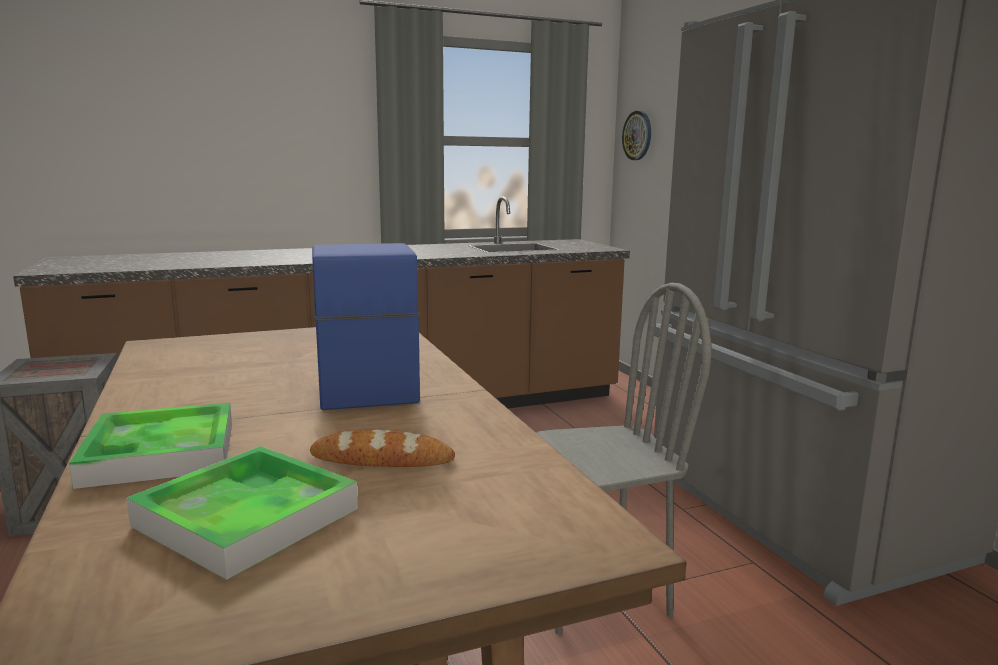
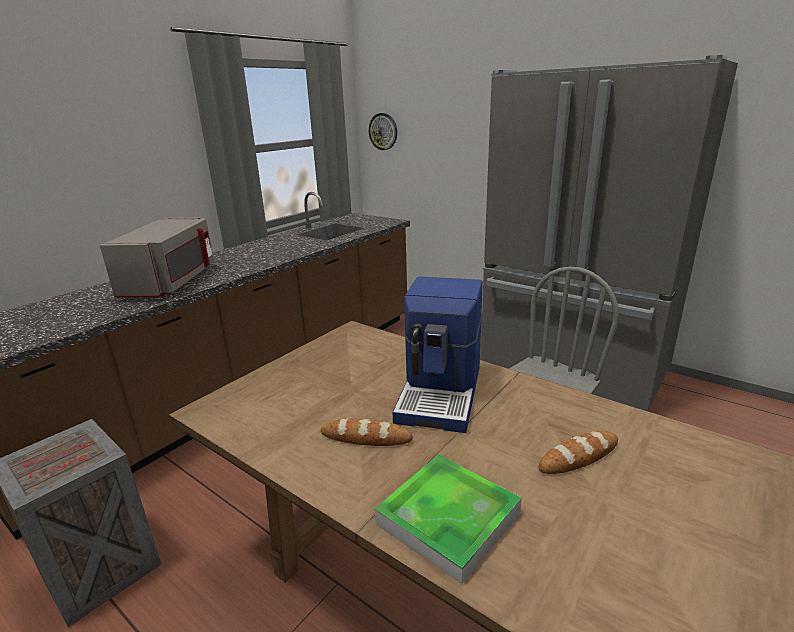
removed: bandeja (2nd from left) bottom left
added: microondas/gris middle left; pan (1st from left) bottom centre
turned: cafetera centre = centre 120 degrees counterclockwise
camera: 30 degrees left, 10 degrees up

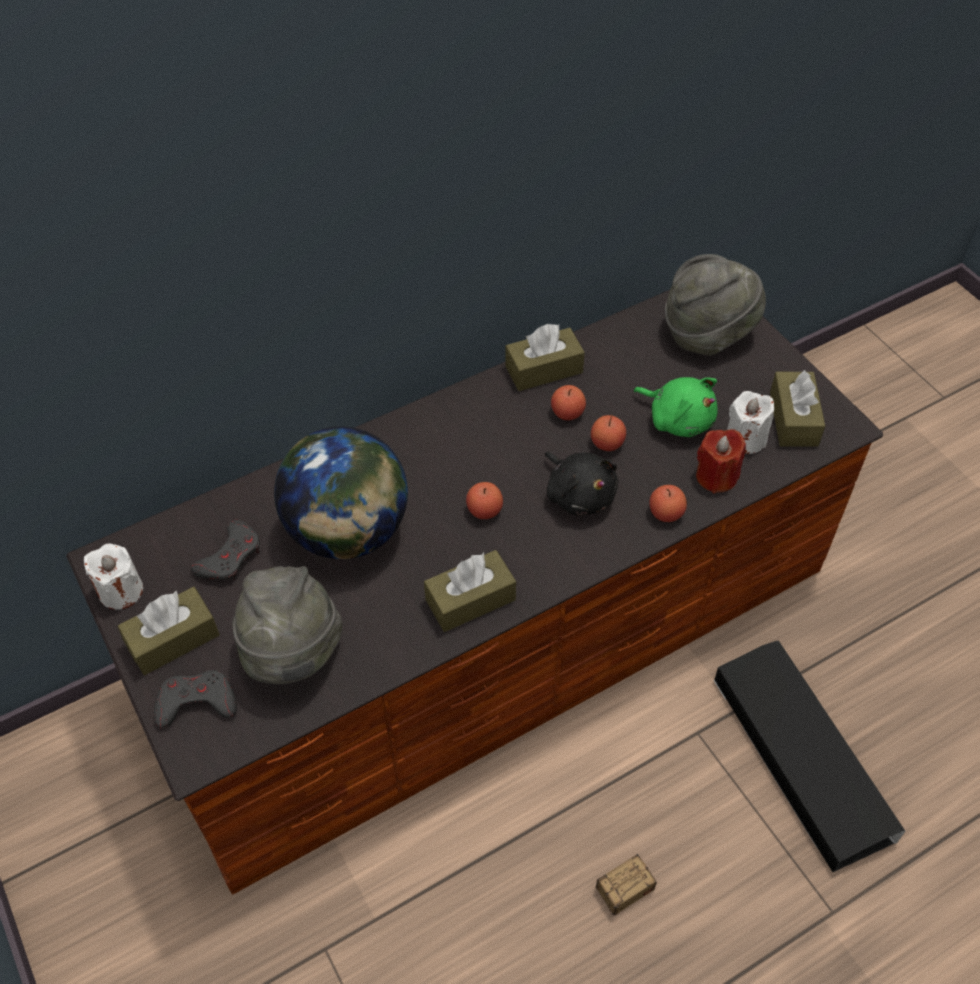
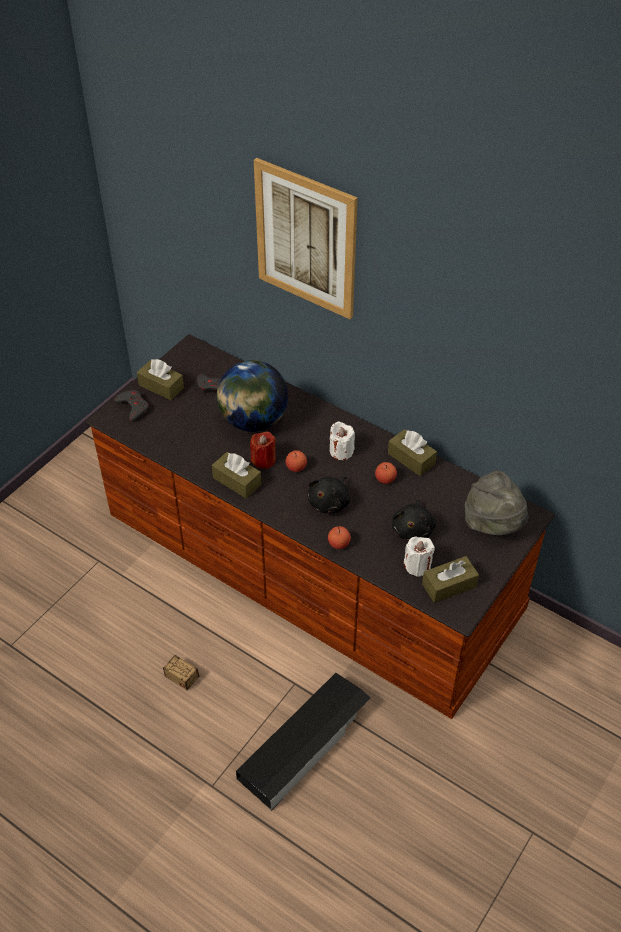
removed: sombrero/gris (1st from left) middle left; manzana (3rd from left) centre
added: cuadro top centre
moved: vela/blanco (1st from left) middle left to centre; vela/rojo middle right to centre
recoloured: peluche/verde middle right to peluche/negro (2nd from left) middle right
camera: 65 degrees right, 5 degrees down

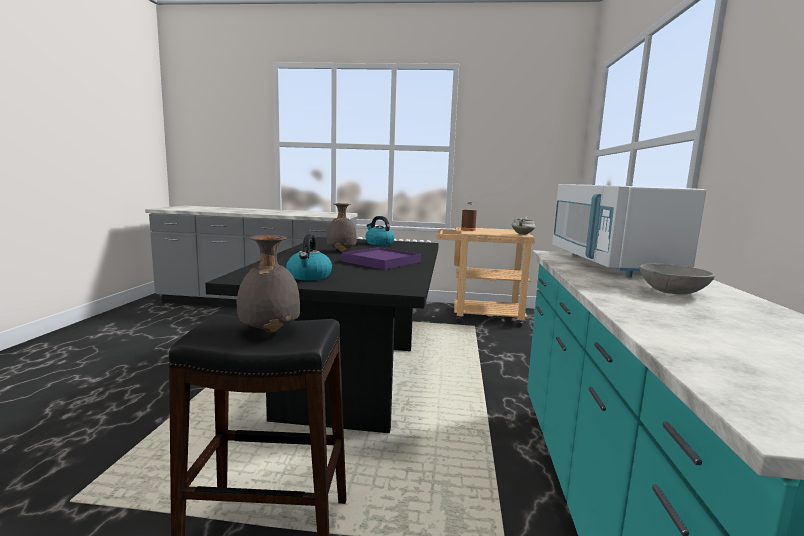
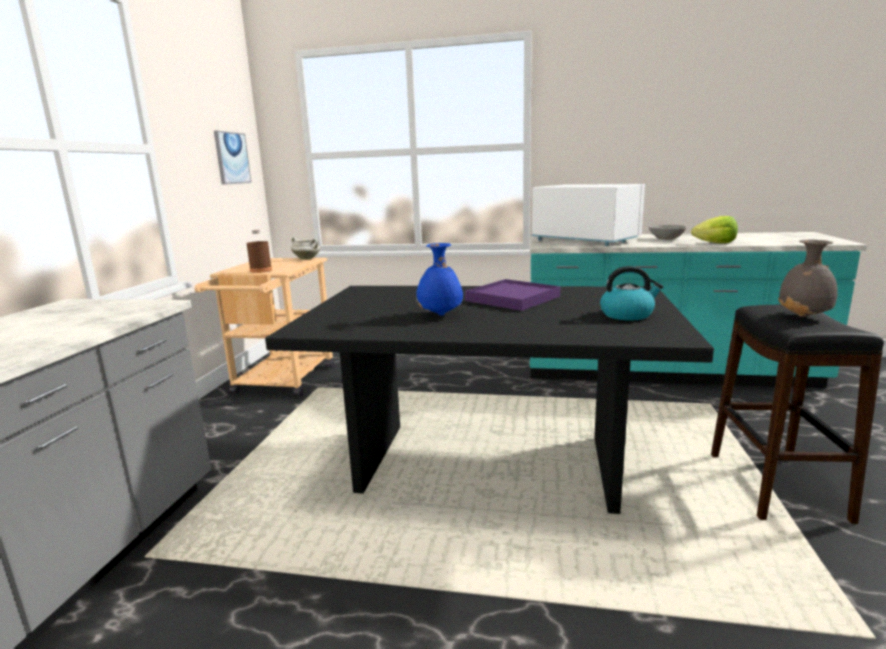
removed: hervidor (2nd from left) centre
added: cuadro top left; lechuga middle right
recoloured: florero/gris (2nd from left) centre to florero/azul centre
turned: microondas/blanco middle right = top centre 135 degrees counterclockwise
camera: 85 degrees left, 5 degrees up

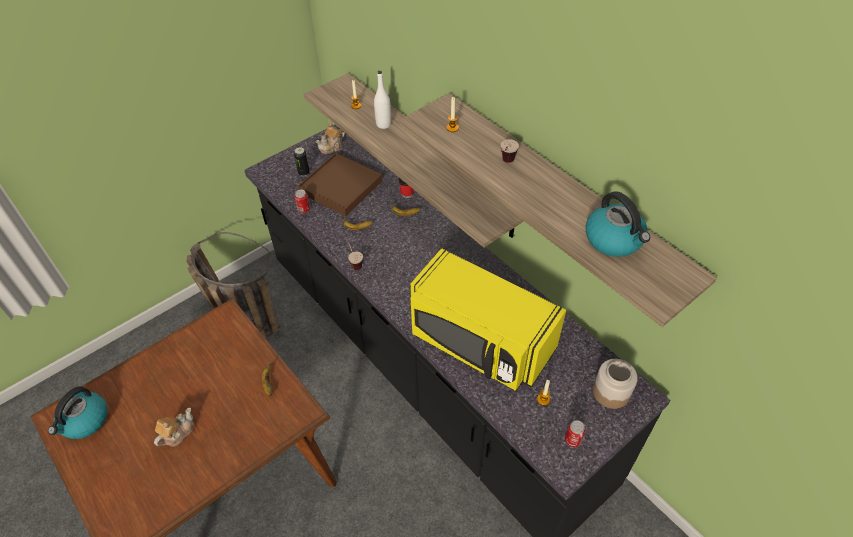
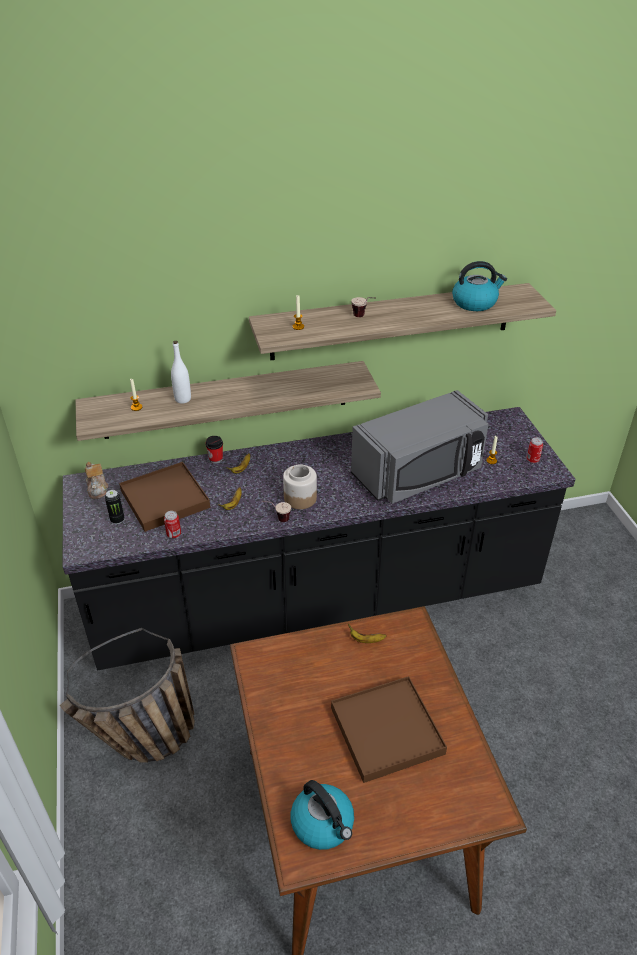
moved: tarro bottom right to centre
replaced: tetera (1st from left) bottom left to bandeja/marrón (2nd from left) bottom centre
recoloured: microondas/amarillo centre to microondas/gris centre
camera: 65 degrees left, 10 degrees down

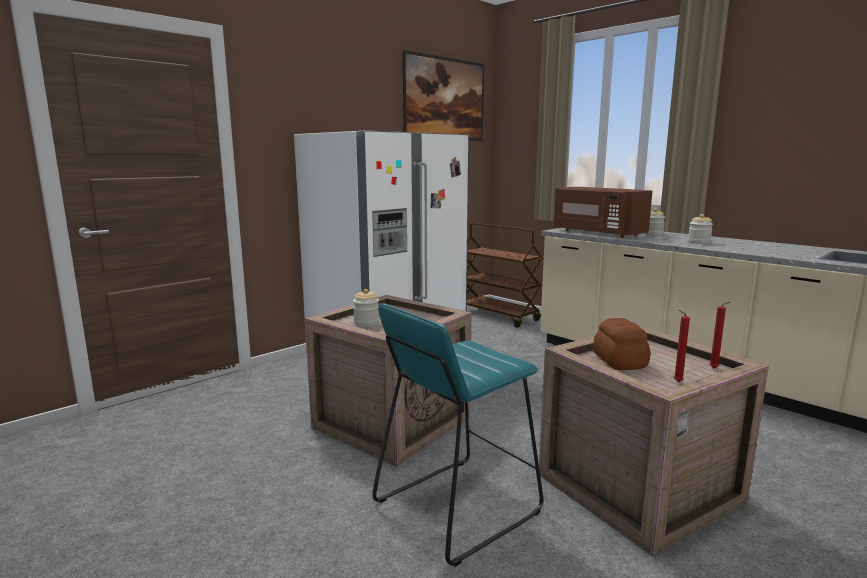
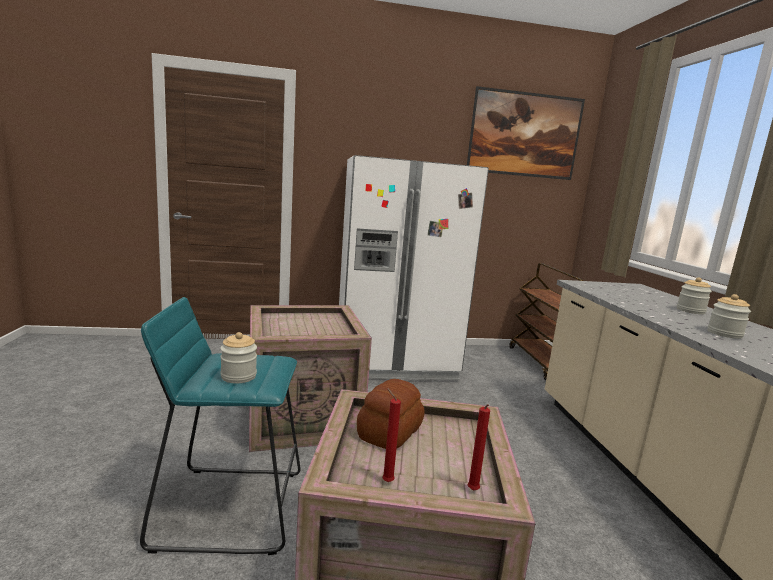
removed: microondas/marrón middle right
moved: tarro (1st from left) centre to middle left
camera: 35 degrees right, 0 degrees up

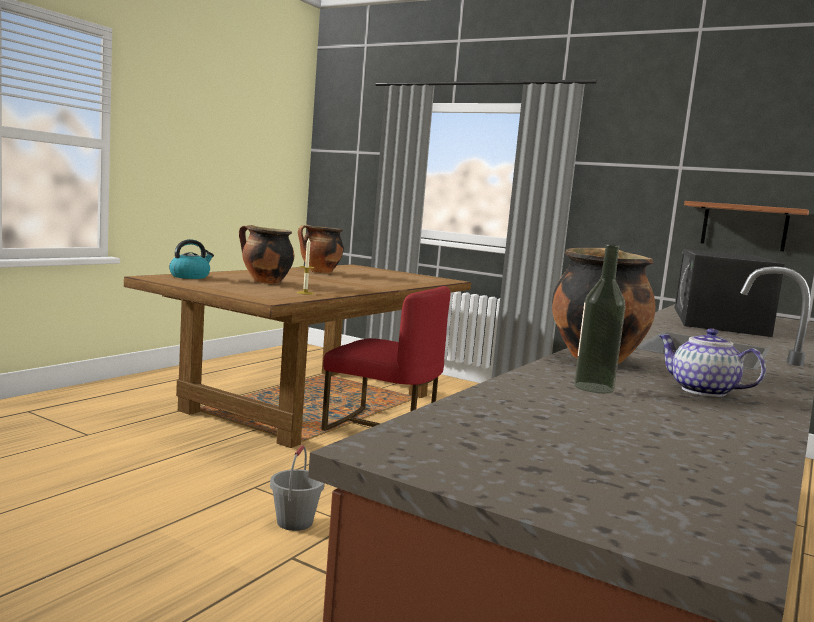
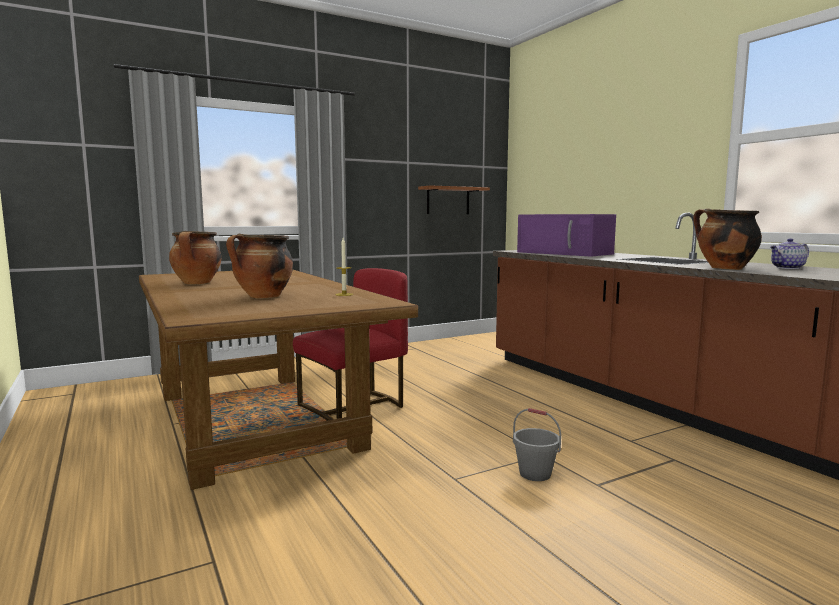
removed: hervidor middle left; botella middle right
recoloured: microondas/negro middle right to microondas/morado middle right
camera: 60 degrees left, 0 degrees up

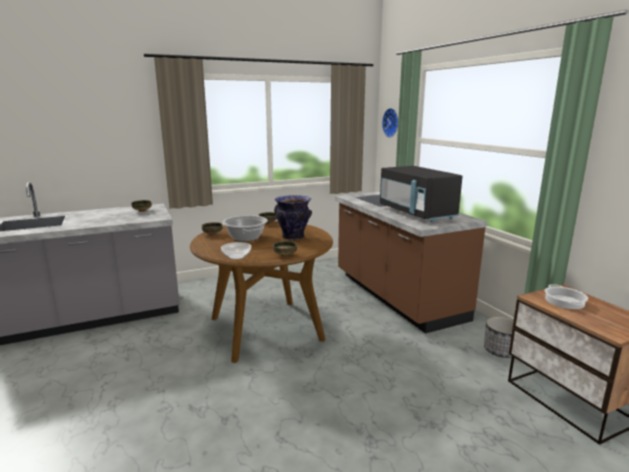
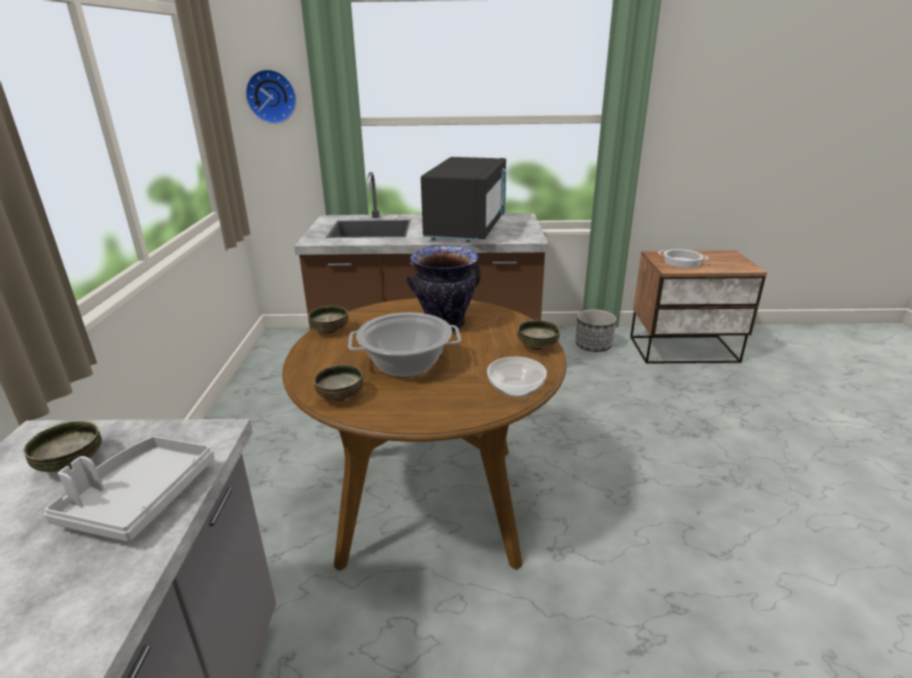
added: bandeja/gris bottom left
turned: microondas/negro middle right = top centre 75 degrees counterclockwise
camera: 65 degrees left, 10 degrees up

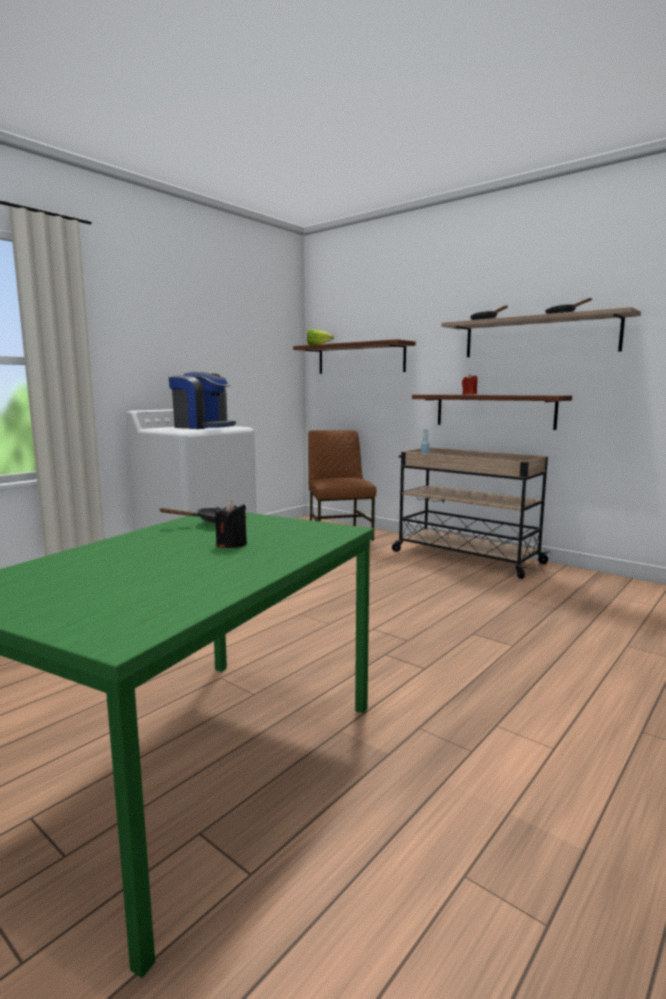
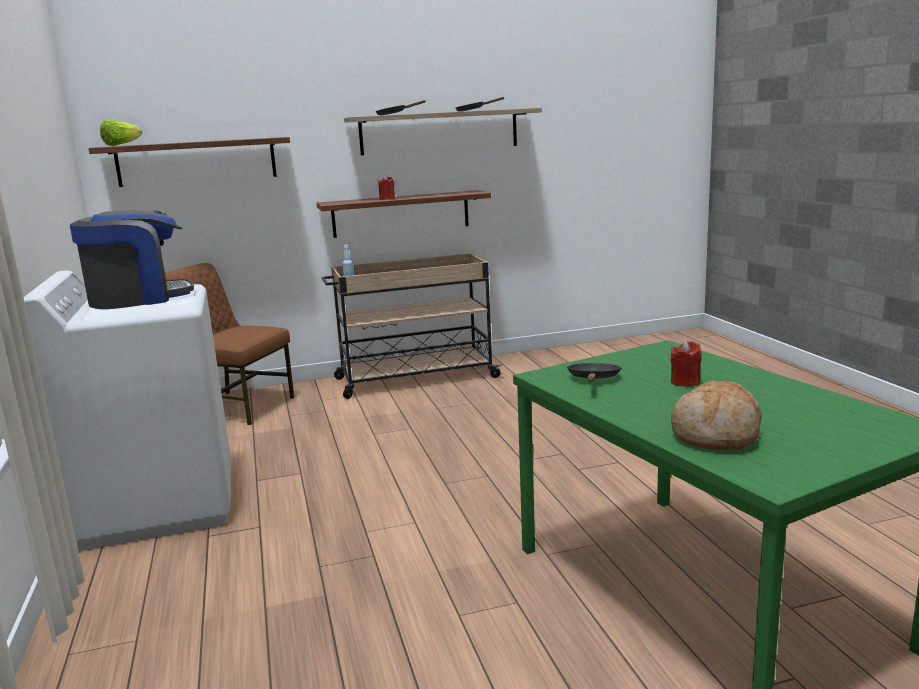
added: pan middle right
recoloured: vela/negro centre to vela/rojo (2nd from left) middle right
camera: 55 degrees left, 5 degrees up

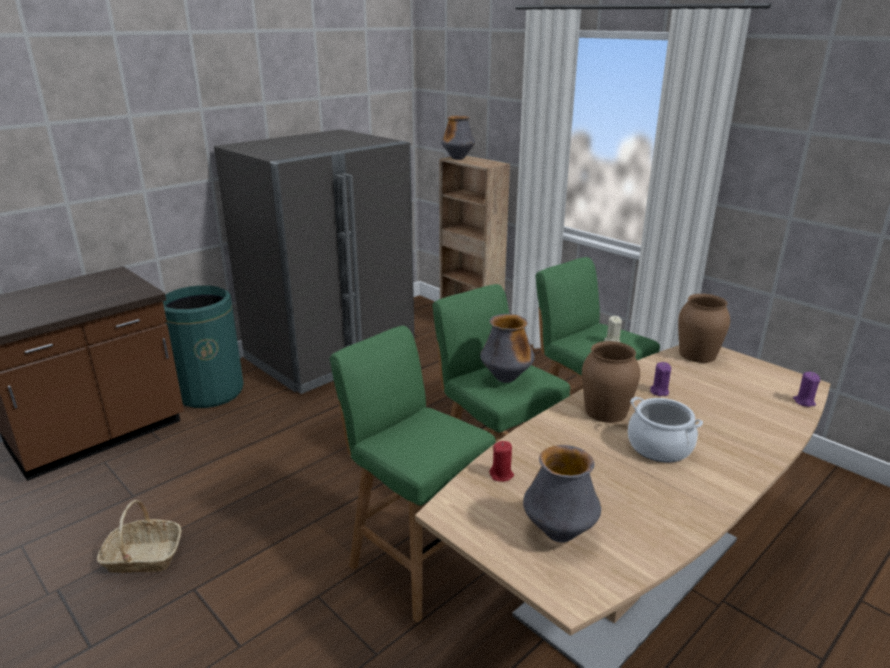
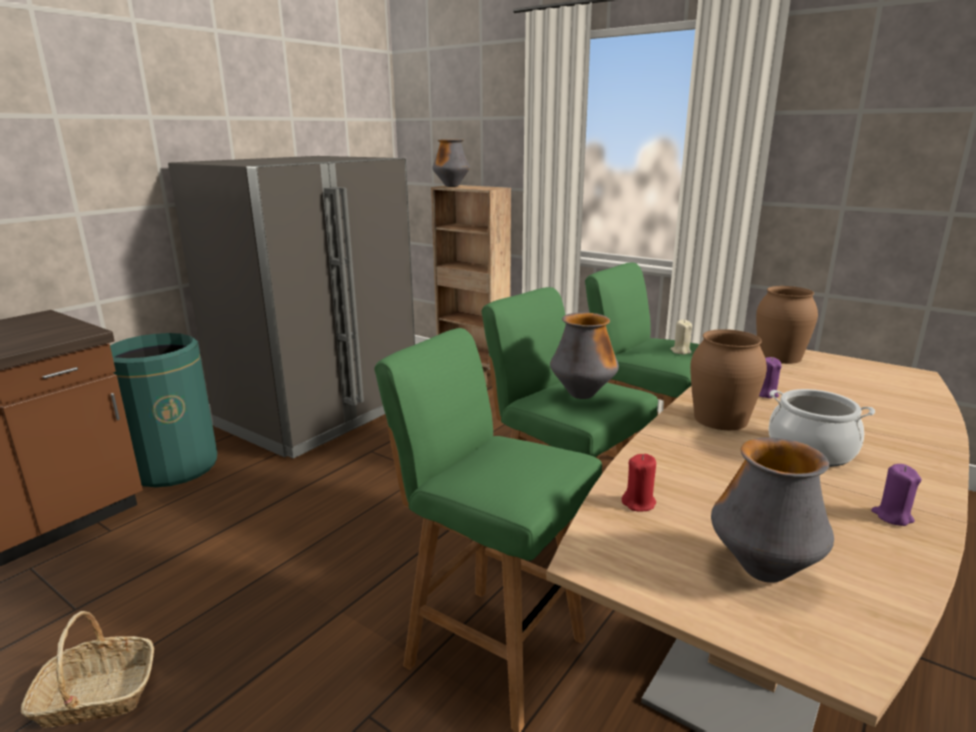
moved: vela/morado (2nd from left) middle right to bottom right
camera: 10 degrees left, 5 degrees down

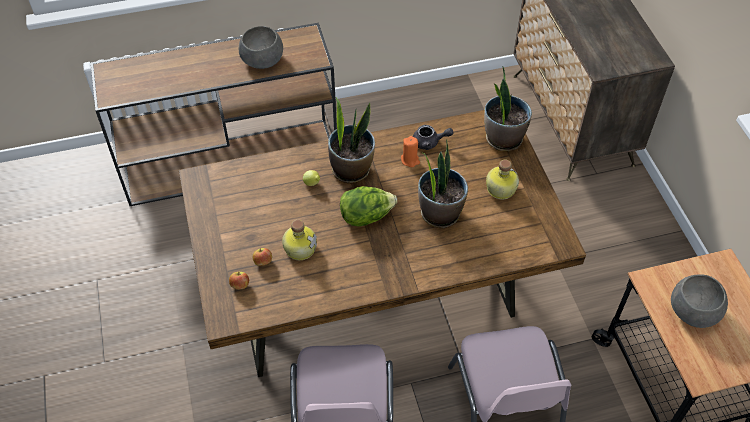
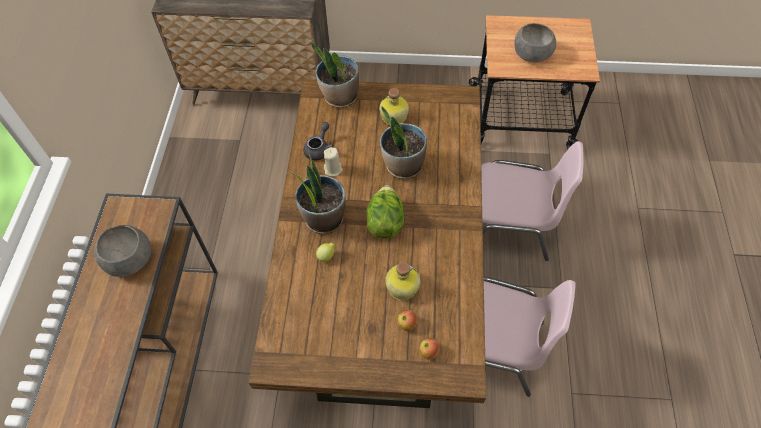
recoloured: vela/naranja centre to vela/beis centre
camera: 70 degrees left, 5 degrees up

